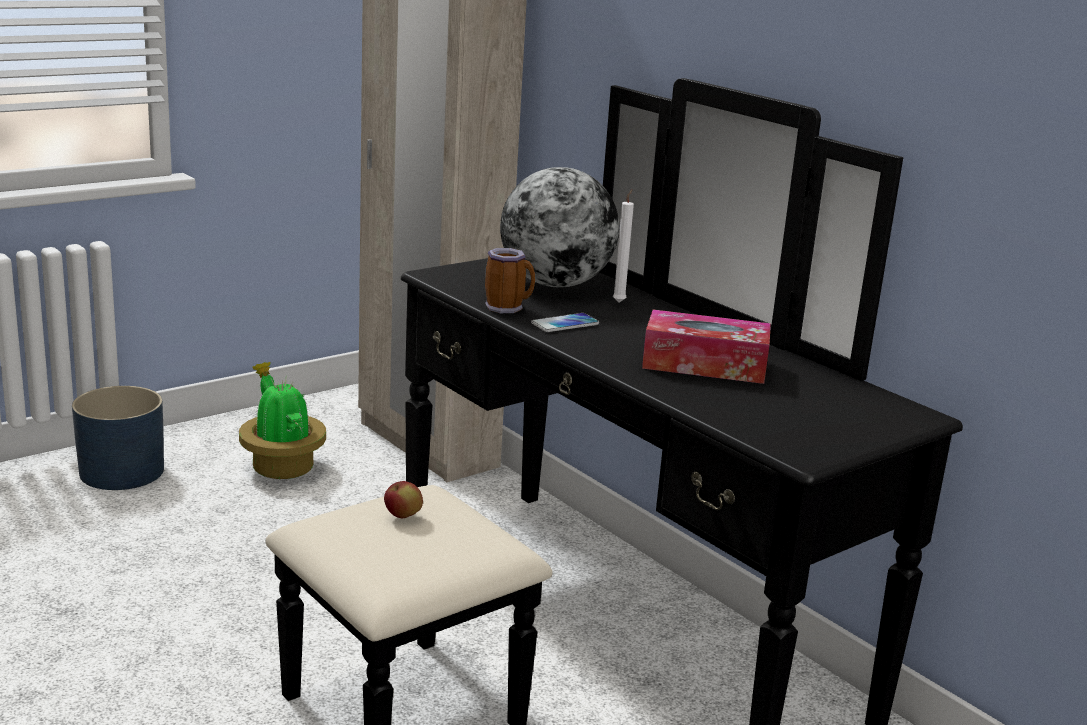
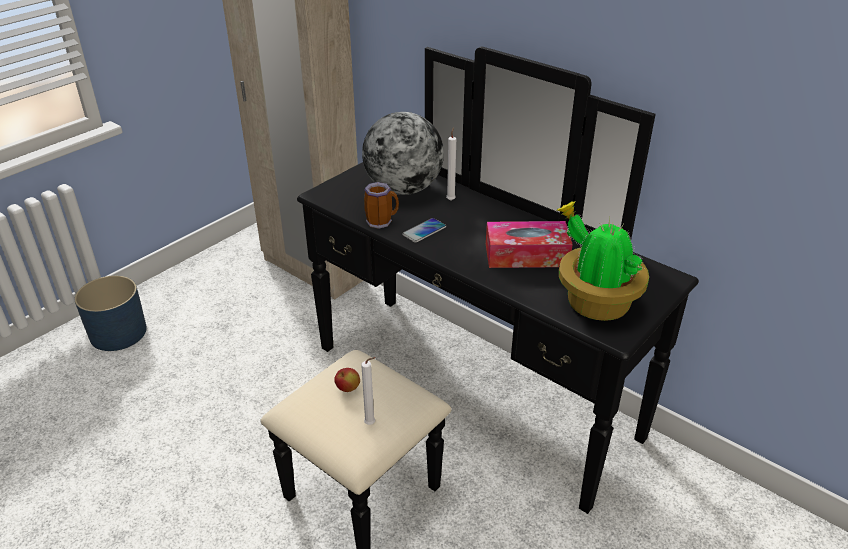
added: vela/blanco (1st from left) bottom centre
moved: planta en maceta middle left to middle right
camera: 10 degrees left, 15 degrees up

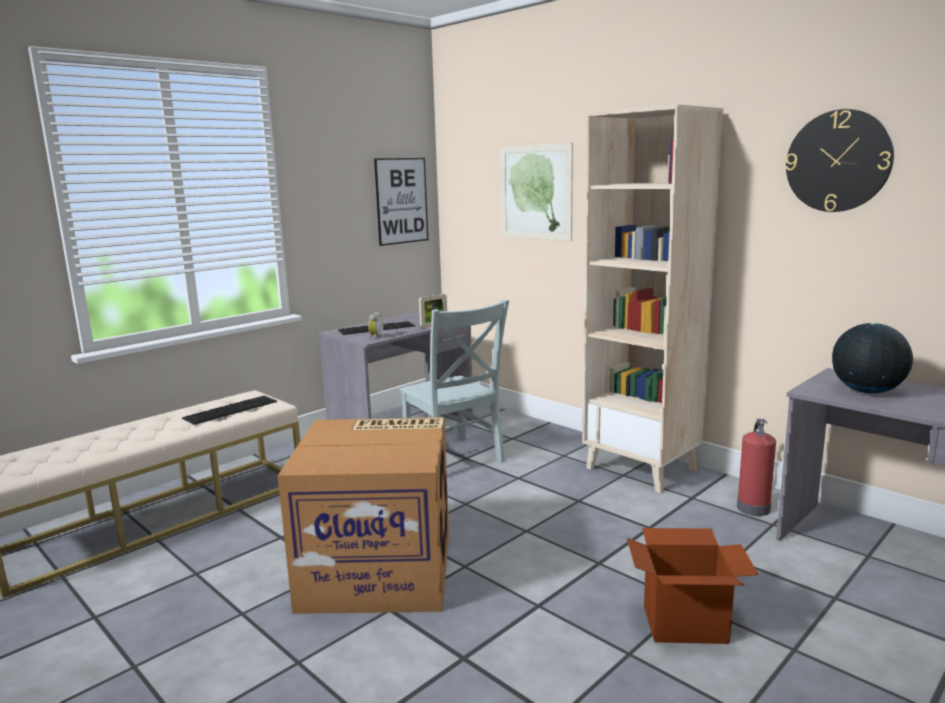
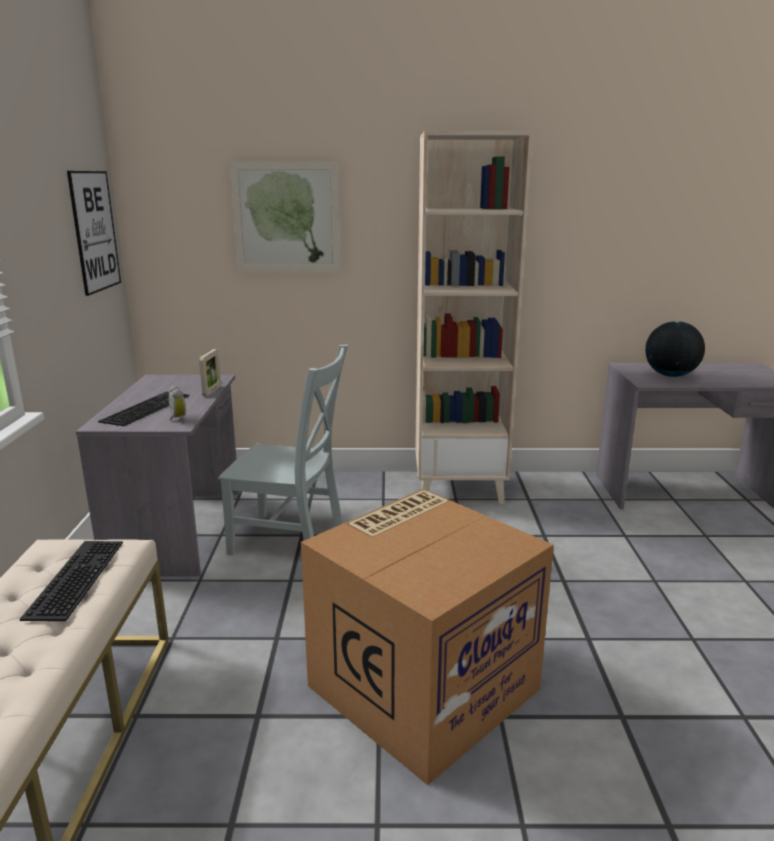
removed: caja de cartón (2nd from left) bottom right; extintor middle right; reloj de pared top right
camera: 45 degrees left, 5 degrees up

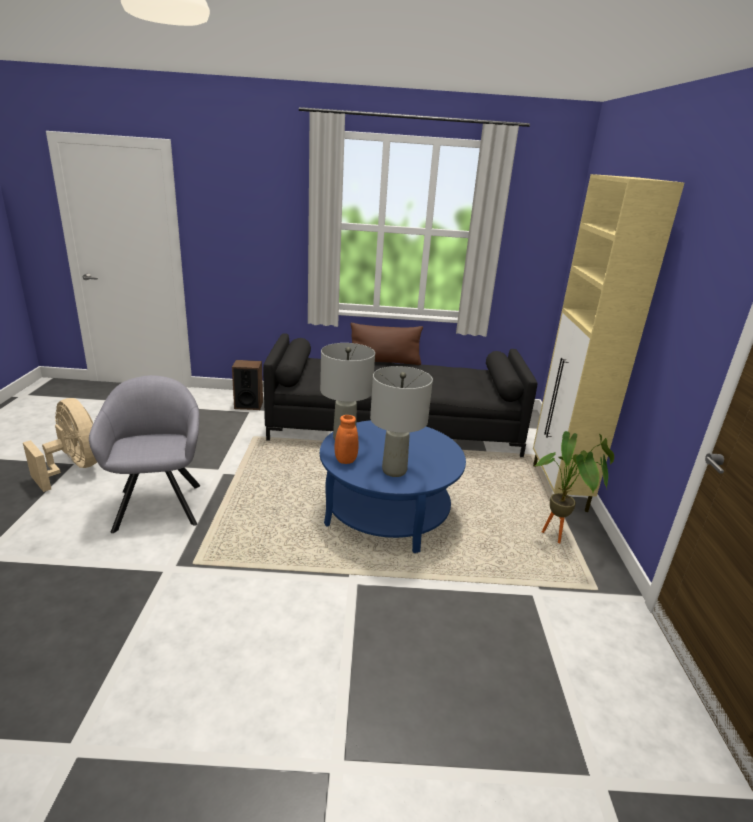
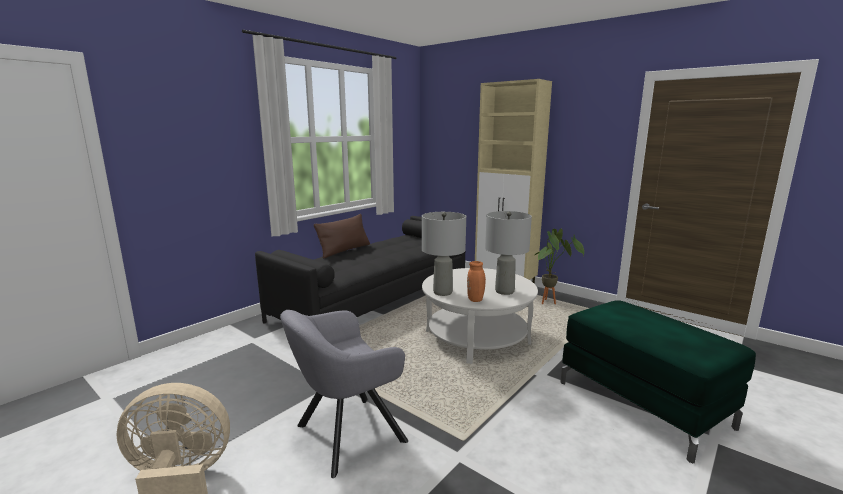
removed: altavoz middle left
added: puf/verde bottom right
recoloured: mesa de centro/azul centre to mesa de centro/blanco centre
turned: sillón/gris middle left = bottom centre 60 degrees counterclockwise
camera: 50 degrees left, 10 degrees down

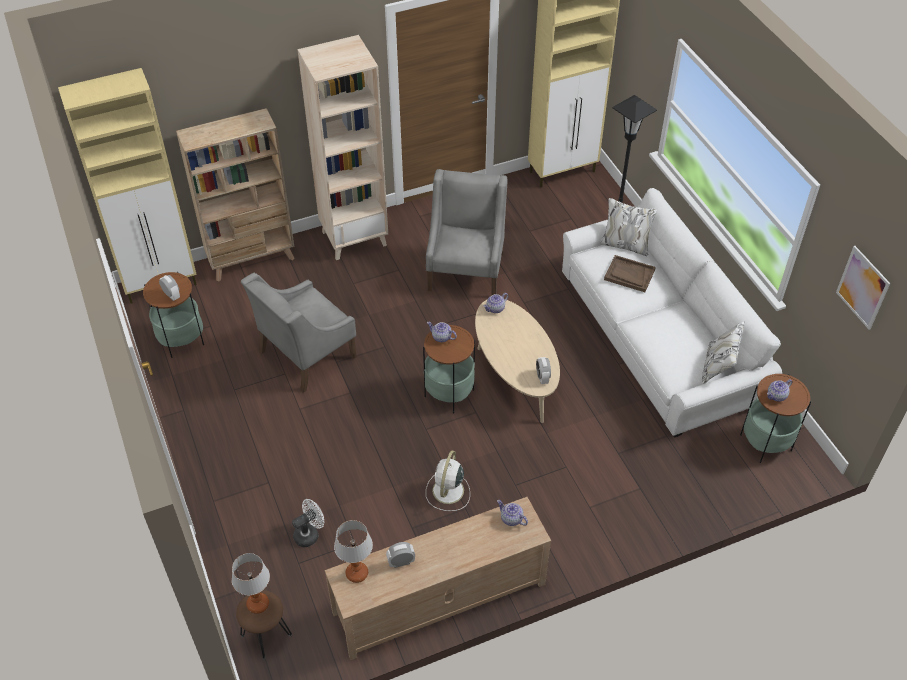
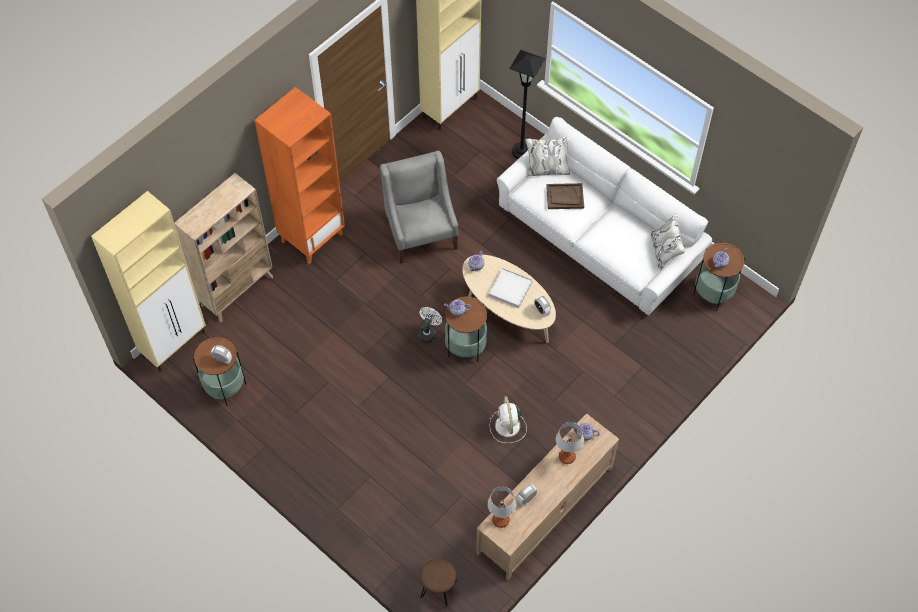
removed: sillón/gris (1st from left) middle left; cuadro middle right
added: bandeja/blanco centre
moved: lámpara de mesa (1st from left in the first image) bottom left to lámpara de mesa (2nd from left) bottom centre; ventilador/blanco (1st from left) bottom centre to centre
recoloured: estantería/beis (2nd from left) top centre to estantería/naranja top left
camera: 25 degrees left, 10 degrees up

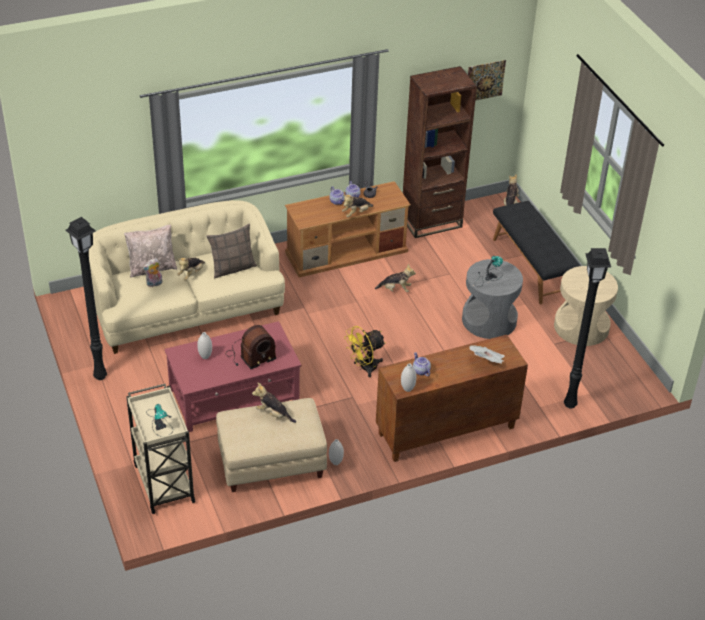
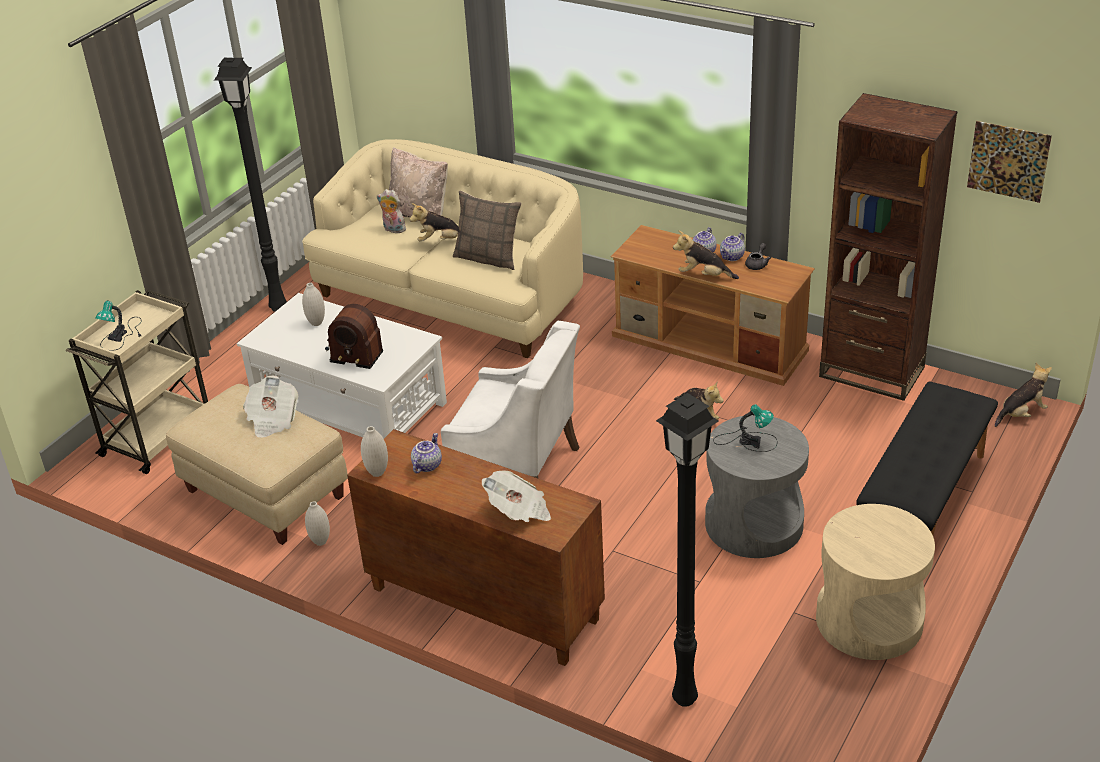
replaced: peluche (3rd from left) centre to periódico (1st from left) middle left; ventilador/amarillo centre to sillón/blanco centre
recoloured: mesa de centro/rojo middle left to mesa de centro/blanco middle left
camera: 55 degrees right, 5 degrees down

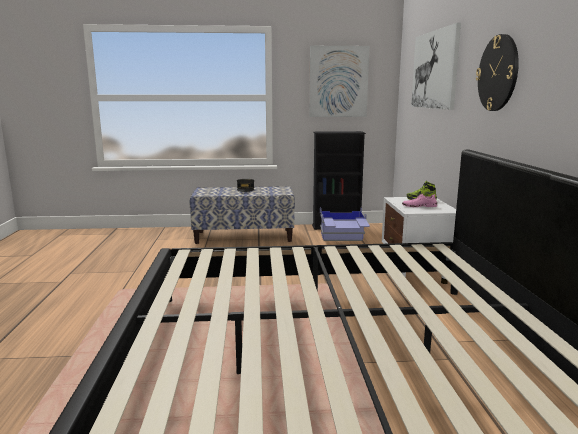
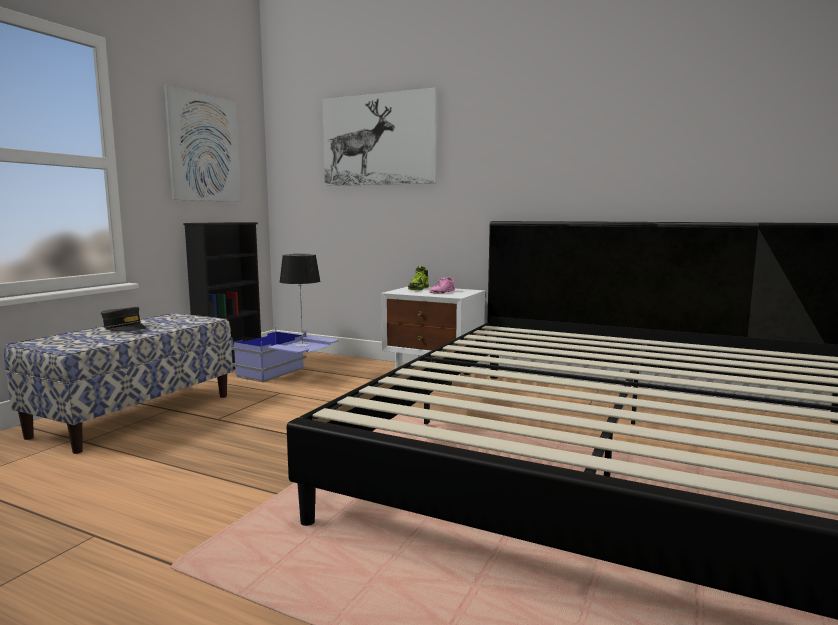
removed: reloj de pared top right
added: lámpara de mesa centre
camera: 60 degrees left, 5 degrees down

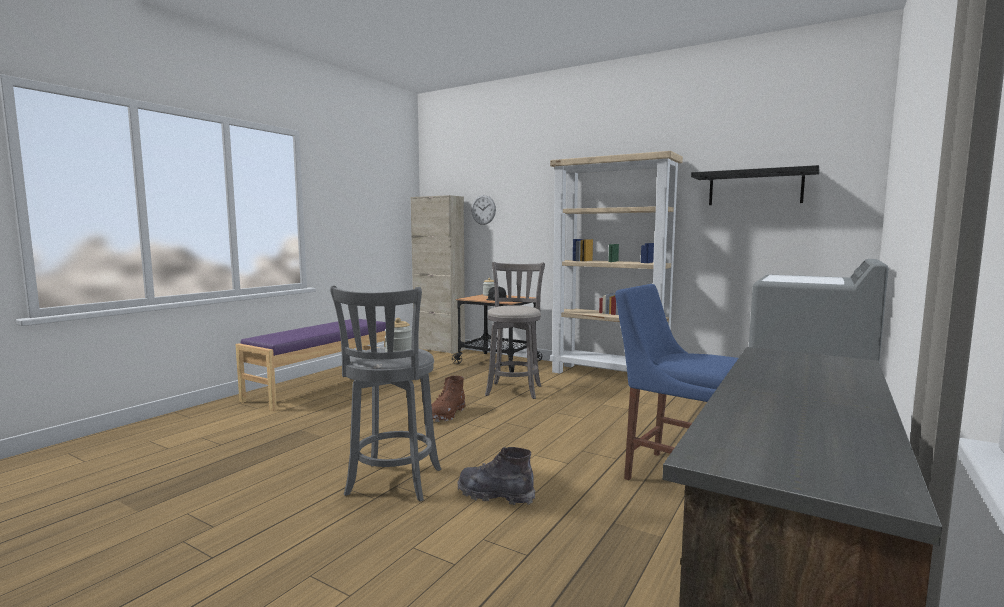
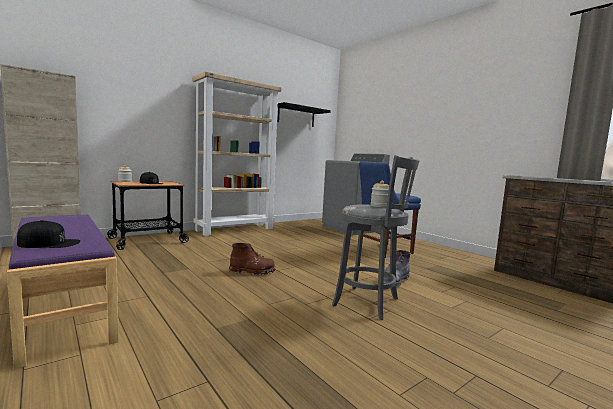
removed: reloj de pared centre; taburete/gris (2nd from left) centre
added: gorra/negro (1st from left) middle left
turned: bota/marrón centre = centre 45 degrees counterclockwise
camera: 70 degrees left, 0 degrees up

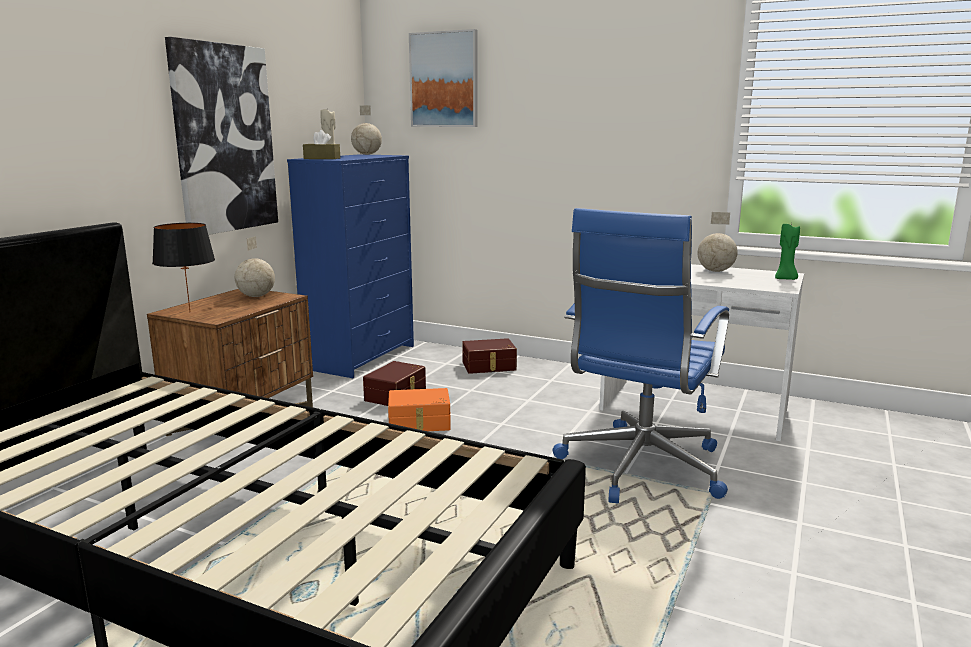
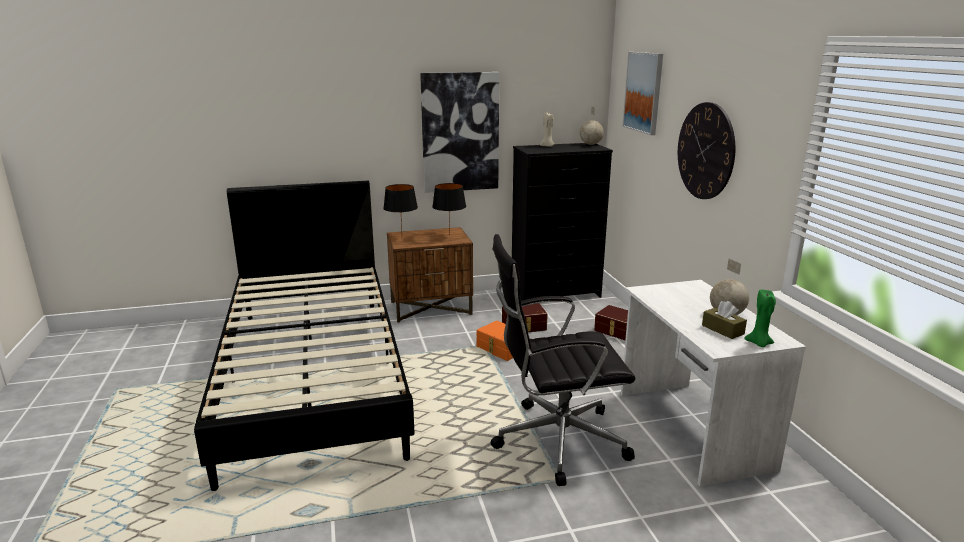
added: reloj de pared top right
moved: caja de pañuelos/marrón top left to middle right
replaced: globo terráqueo (1st from left) middle left to lámpara de mesa/negro (2nd from left) centre
recoloured: cómoda/azul centre to cómoda/negro centre; silla de oficina/azul centre to silla de oficina/negro centre
camera: 50 degrees right, 5 degrees up

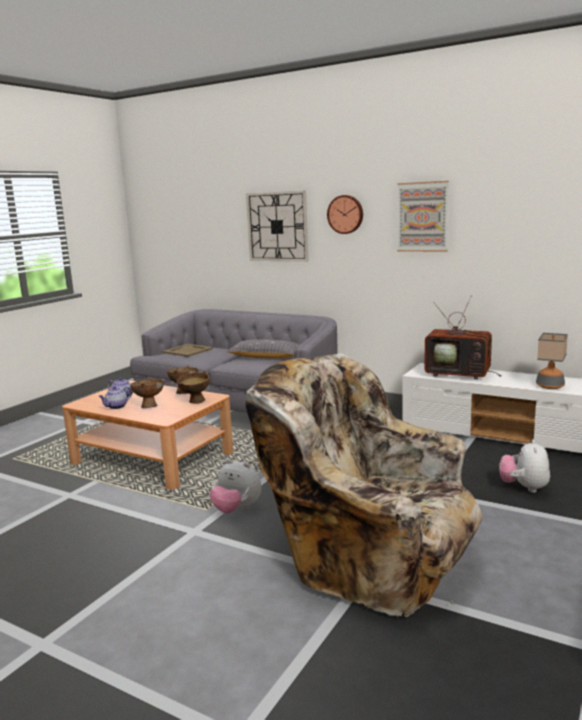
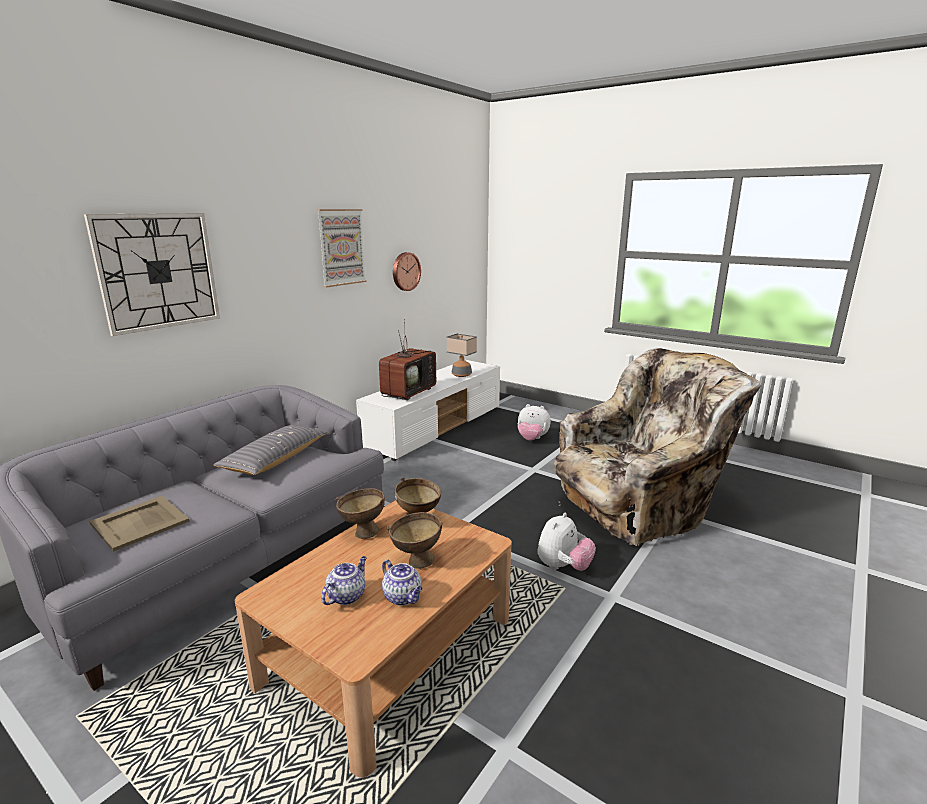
moved: reloj de pared (2nd from left) top centre to centre
turned: sillón/beis bottom centre = middle right 150 degrees counterclockwise
camera: 85 degrees left, 5 degrees up

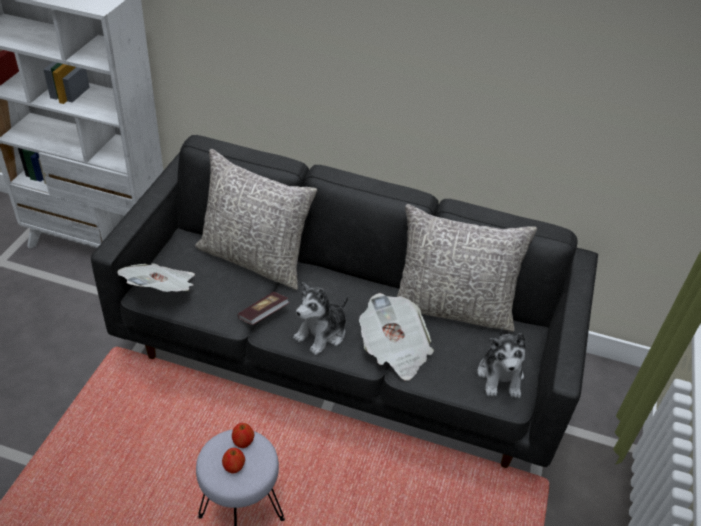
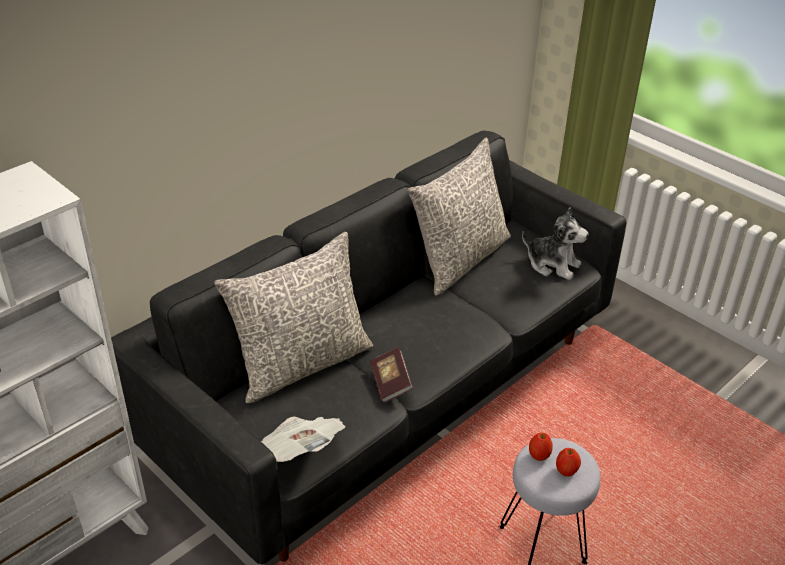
removed: peluche (1st from left) centre; periódico (2nd from left) centre
camera: 60 degrees left, 5 degrees down

